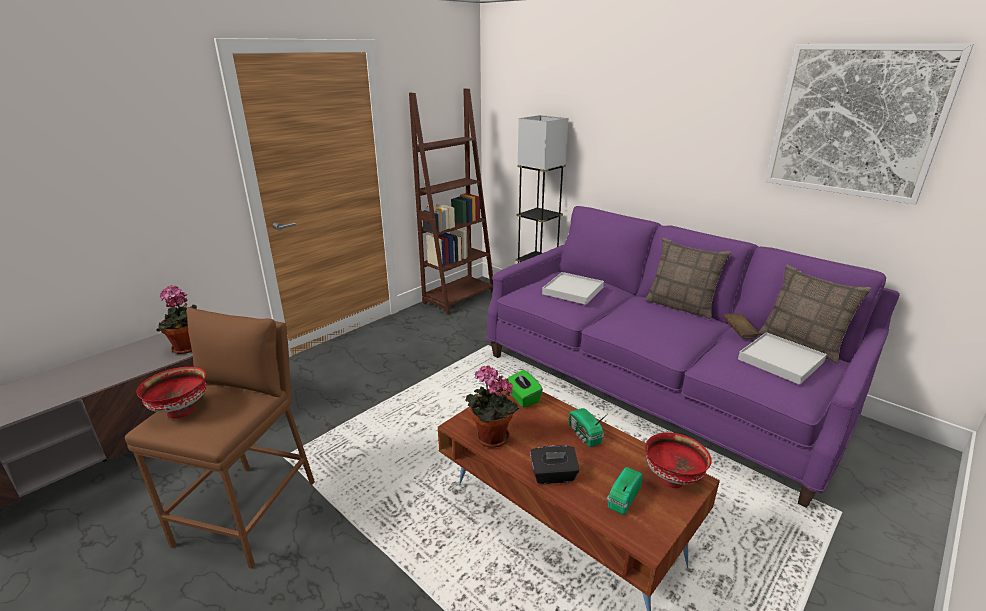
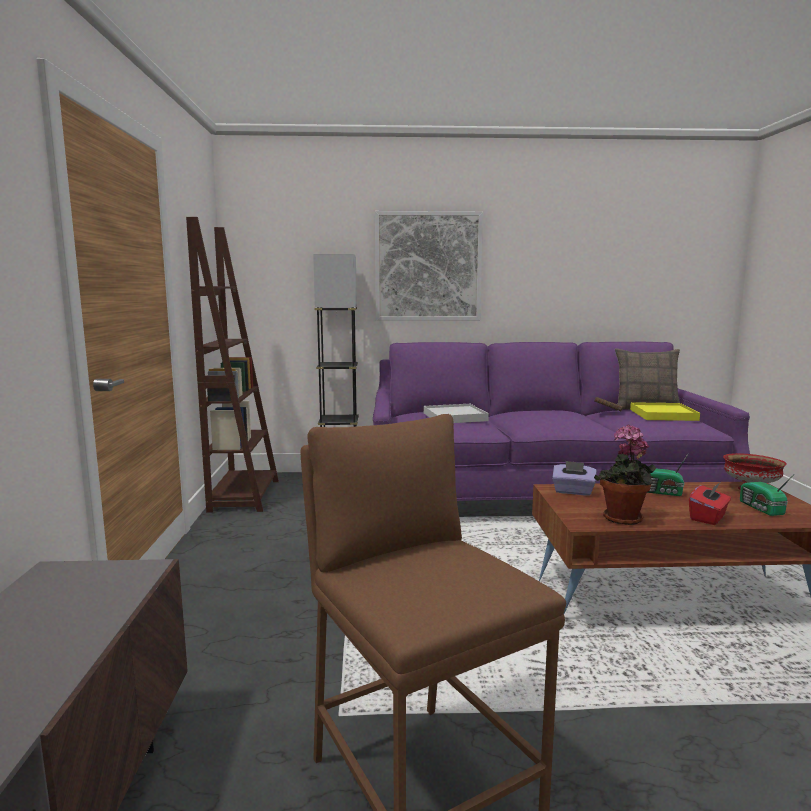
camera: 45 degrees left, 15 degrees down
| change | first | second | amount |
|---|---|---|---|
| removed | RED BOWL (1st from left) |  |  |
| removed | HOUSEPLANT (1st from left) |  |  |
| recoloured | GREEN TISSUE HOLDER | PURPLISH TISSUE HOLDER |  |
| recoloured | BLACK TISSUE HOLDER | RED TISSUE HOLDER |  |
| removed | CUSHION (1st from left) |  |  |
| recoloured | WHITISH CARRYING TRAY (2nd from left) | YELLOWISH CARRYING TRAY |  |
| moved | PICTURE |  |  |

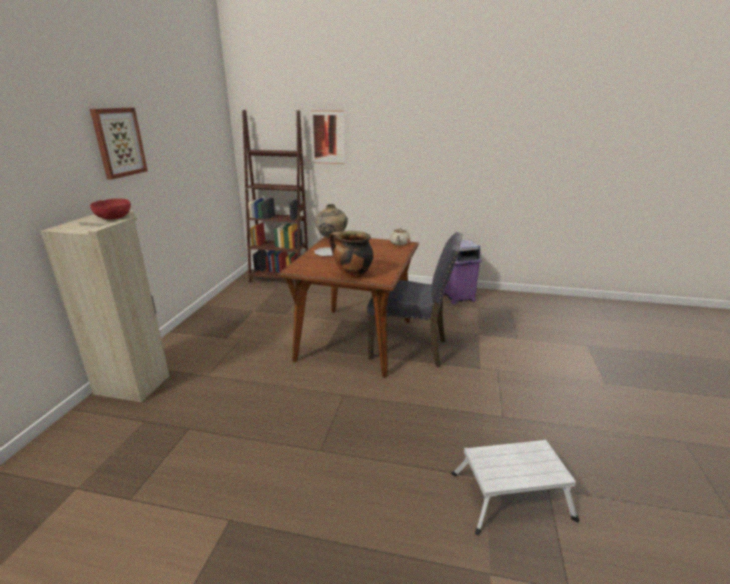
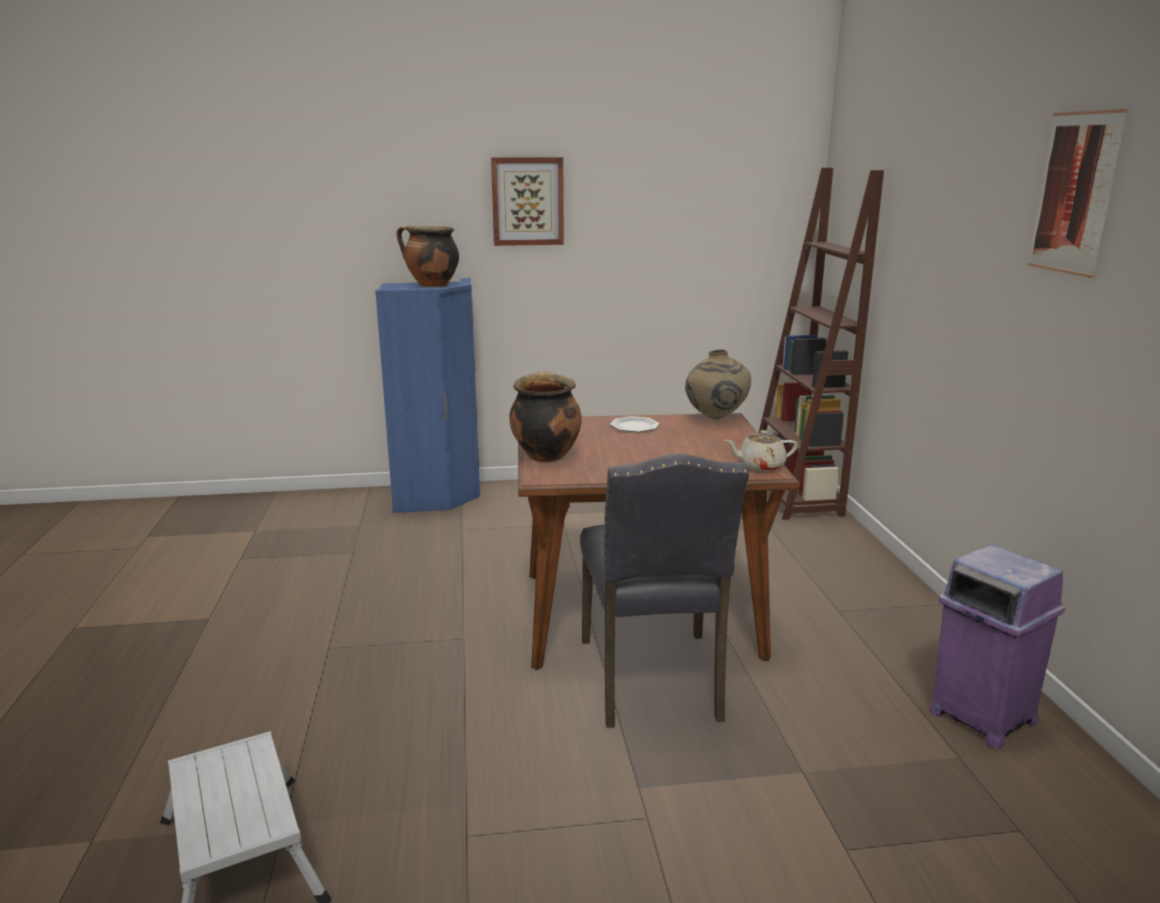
camera: 70 degrees right, 5 degrees down
| change | first | second | amount |
|---|---|---|---|
| recoloured | BEIGE-COLOURED CABINET | BLUE CABINET |  |
| replaced | RED BOWL | STOCKPOT (1st from left) |  |
| moved | PICTURE (2nd from left) |  |  |

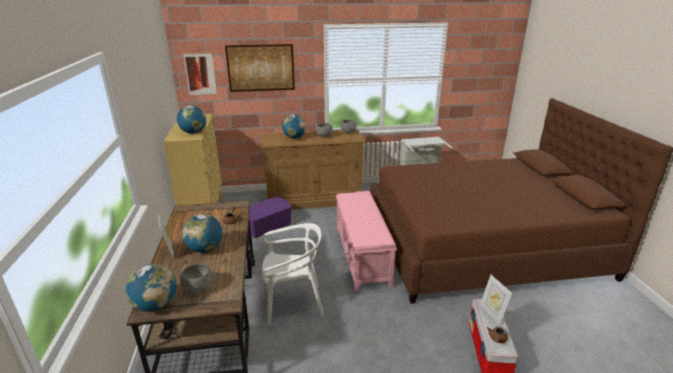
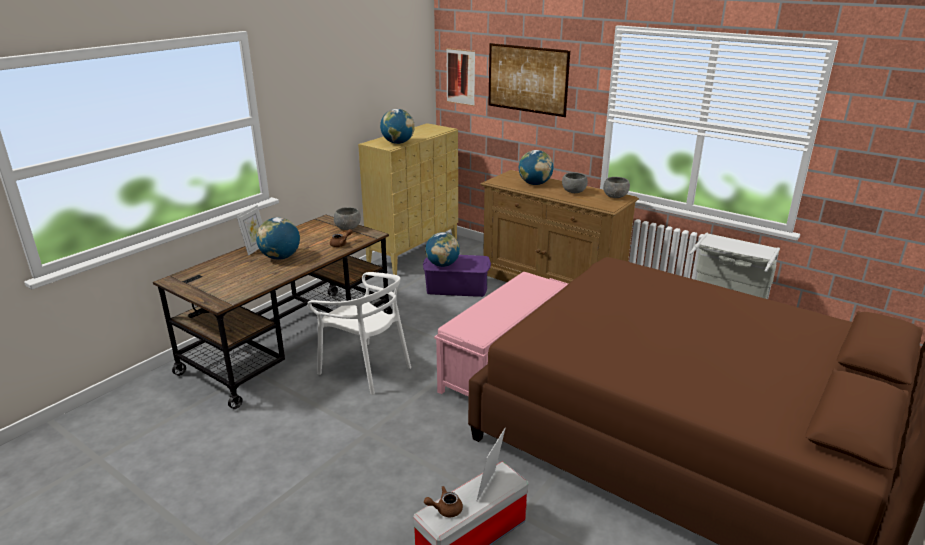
camera: 45 degrees right, 0 degrees up
| change | first | second | amount |
|---|---|---|---|
| moved | DESK GLOBE (1st from left in the first image) | DESK GLOBE (3rd from left) |  |
| moved | GRAY BOWL (1st from left) |  |  |

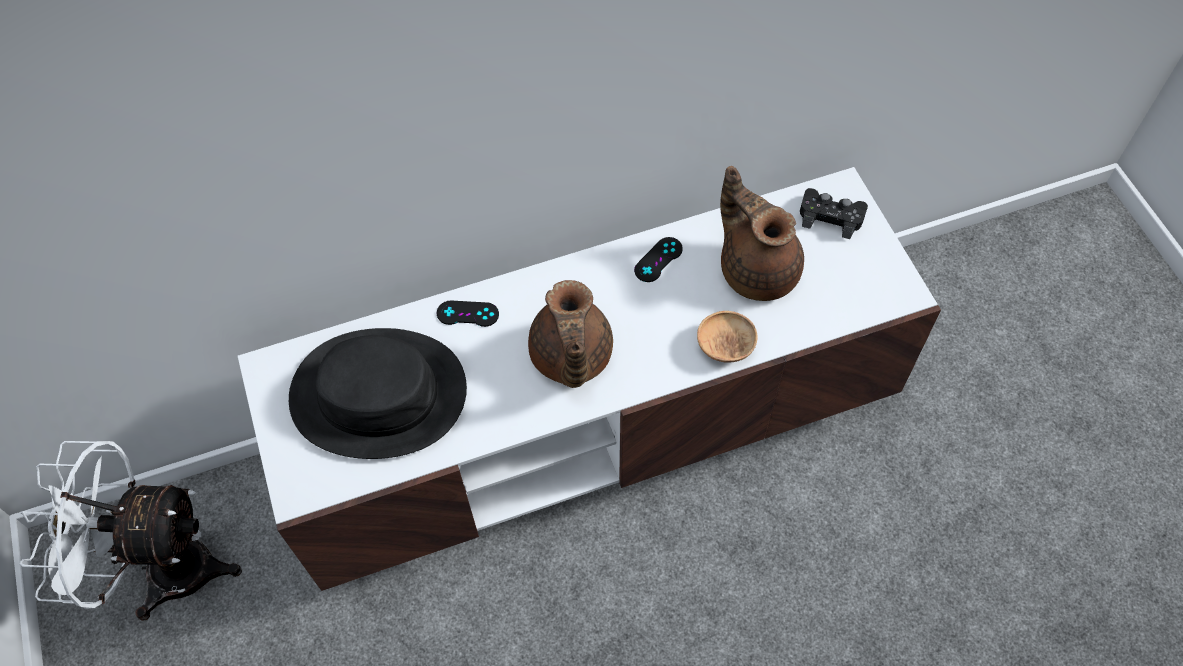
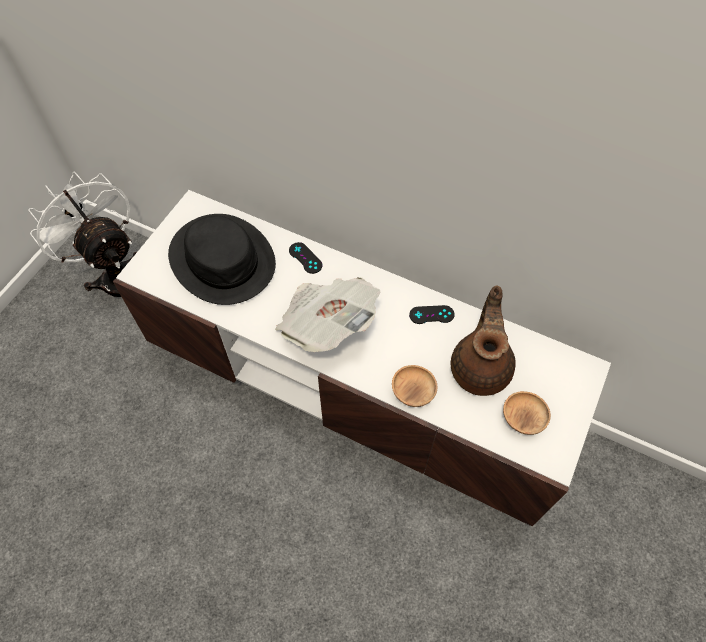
camera: 45 degrees right, 0 degrees up
| change | first | second | amount |
|---|---|---|---|
| replaced | BROWN-COLOURED TEA POT (1st from left) | NEWSPAPER |  |
| removed | BLACK JOYPAD (3rd from left) |  |  |
| added |  | BROWN-COLOURED BOWL (2nd from left) |  |

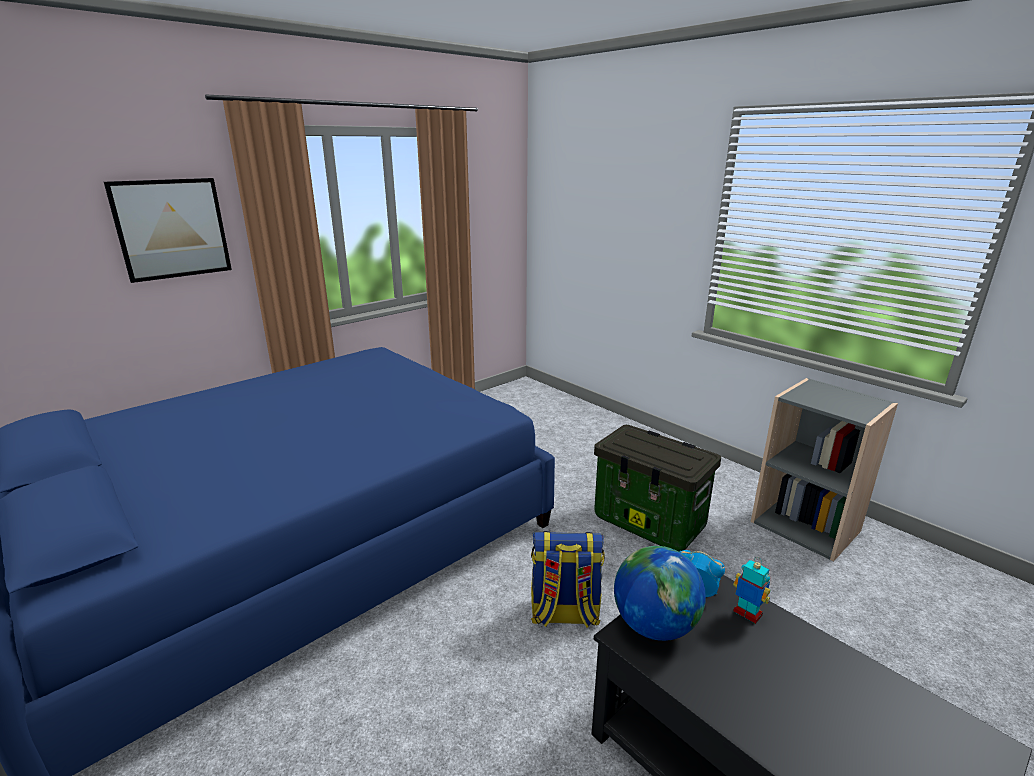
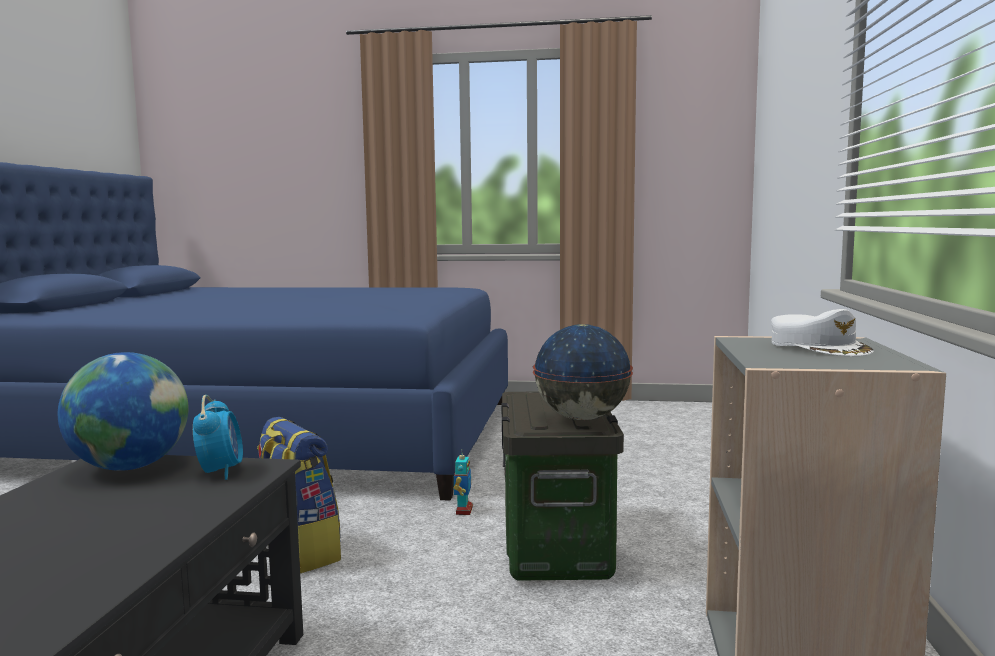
camera: 50 degrees right, 15 degrees down
| change | first | second | amount |
|---|---|---|---|
| removed | PICTURE |  |  |
| moved | TOY ROBOT |  |  |
| added |  | DESK GLOBE (2nd from left) |  |
| added |  | WHITISH BASEBALL CAP |  |

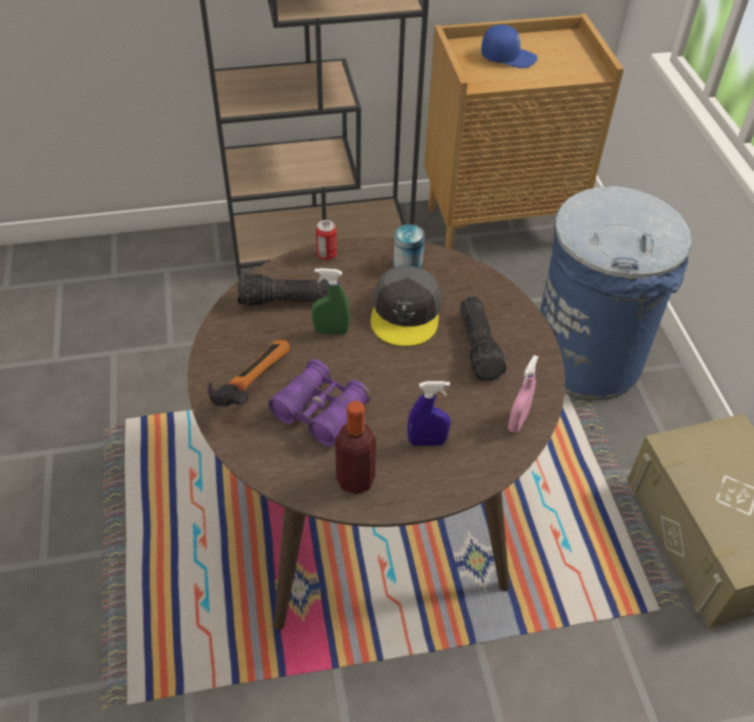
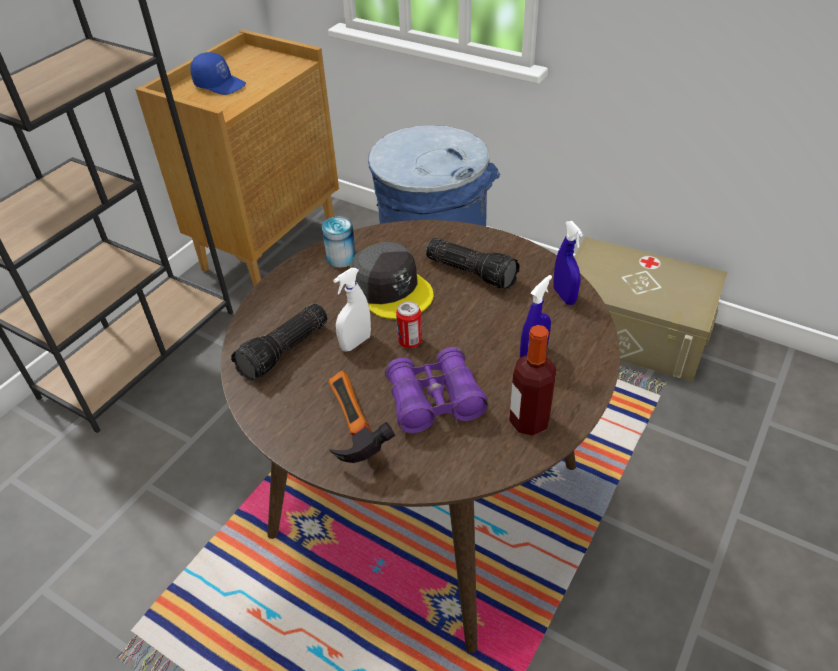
camera: 45 degrees left, 5 degrees down
| change | first | second | amount |
|---|---|---|---|
| recoloured | GREEN SPRAYER | WHITISH SPRAYER |  |
| moved | SEALED CAN (1st from left in the first image) | SEALED CAN (2nd from left) |  |
| turned | BLUE BASEBALL CAP |  | 60 degrees clockwise |
| recoloured | PINK-COLOURED SPRAYER | BLUE SPRAYER (2nd from left) |  |

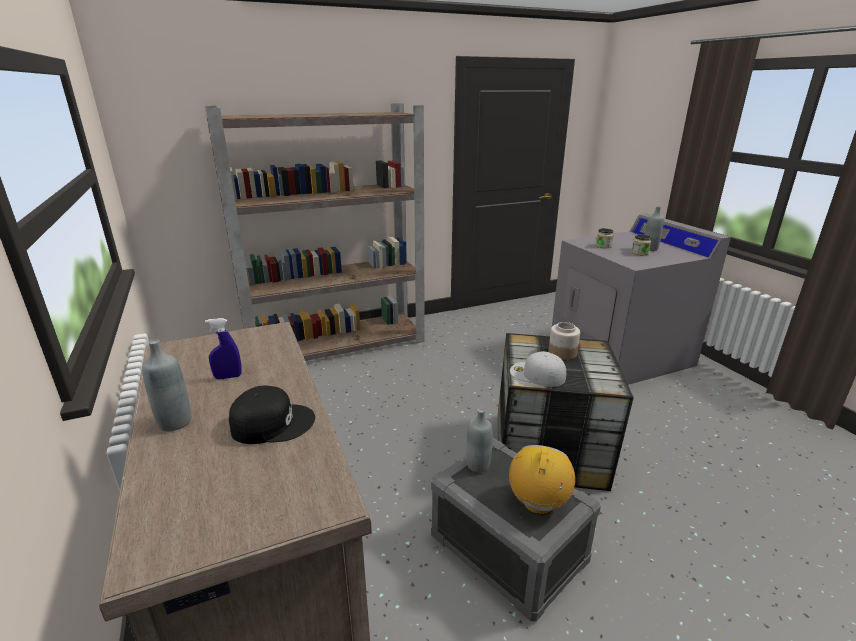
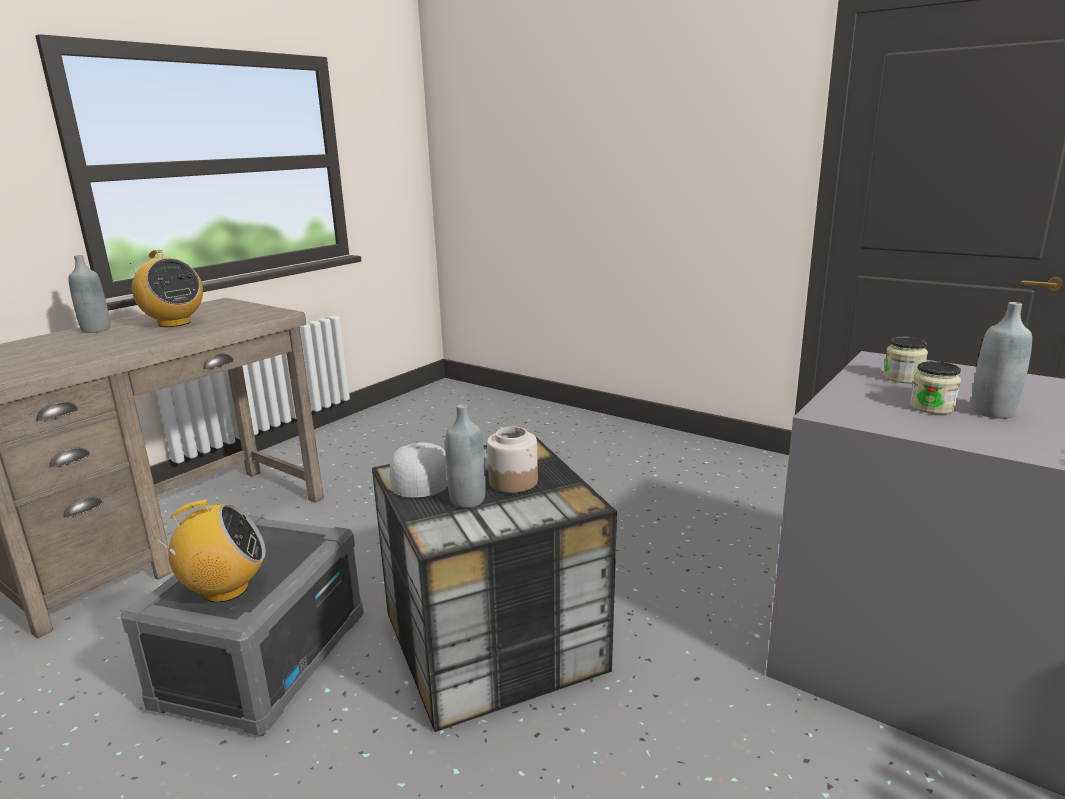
camera: 60 degrees right, 5 degrees down
| change | first | second | amount |
|---|---|---|---|
| removed | BROWN-COLOURED SHELVING UNIT |  |  |
| replaced | BLUE SPRAYER | RADIO (1st from left) |  |
| removed | BLACK BASEBALL CAP |  |  |
| moved | GRAY BEVERAGE BOTTLE (2nd from left) |  |  |

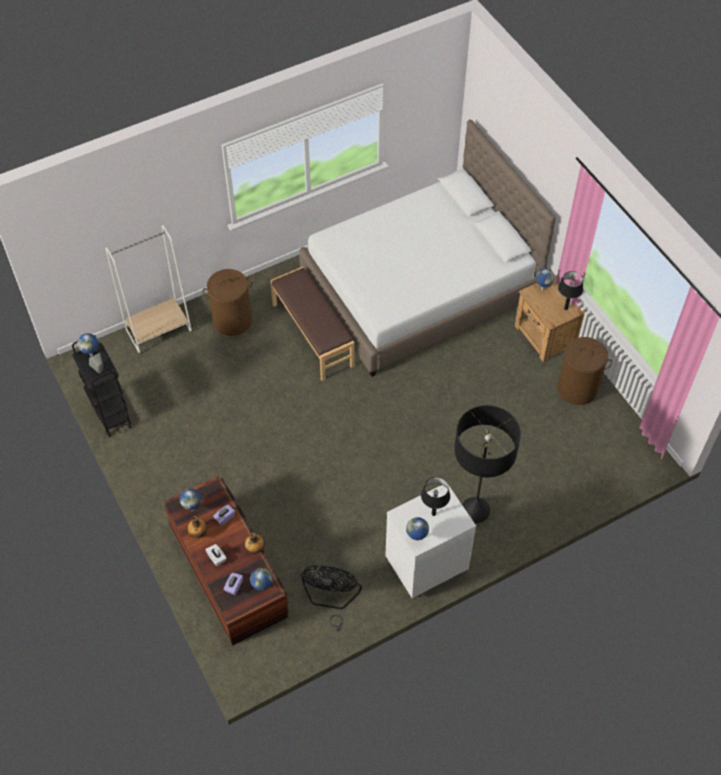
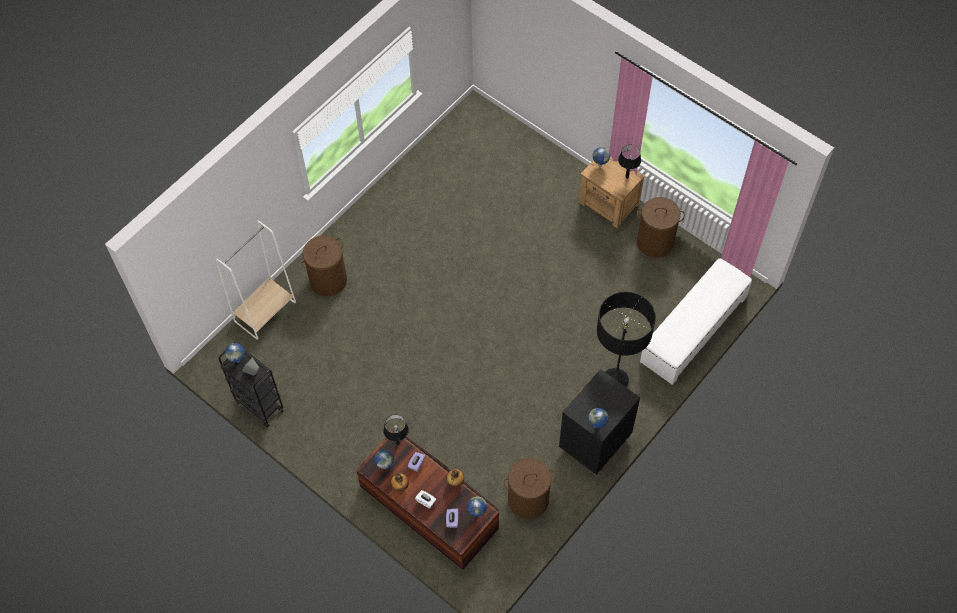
camera: 20 degrees left, 5 degrees up
| change | first | second | amount |
|---|---|---|---|
| removed | BROWN-COLOURED INDOOR BENCH |  |  |
| removed | WHITISH BEDROOM BED |  |  |
| replaced | BLACK ELECTRIC FAN | BROWN-COLOURED HAMPER (2nd from left) |  |
| recoloured | WHITISH CHEST OF DRAWERS | BLACK CHEST OF DRAWERS |  |
| moved | BLACK LAMP FOR A TABLE (1st from left) |  |  |
| added |  | WHITISH INDOOR BENCH |  |

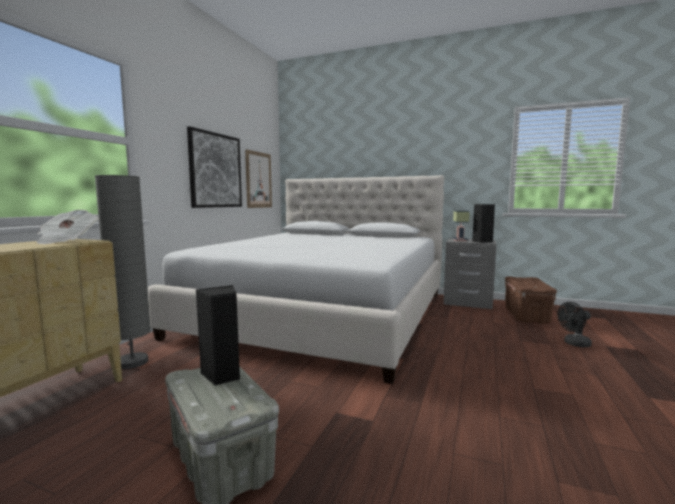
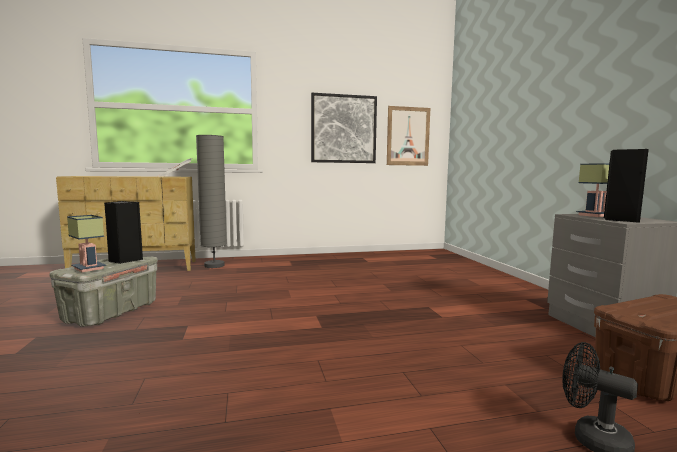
camera: 55 degrees right, 0 degrees up
| change | first | second | amount |
|---|---|---|---|
| removed | WHITISH BEDROOM BED |  |  |
| added |  | LAMP FOR A TABLE (1st from left) |  |

